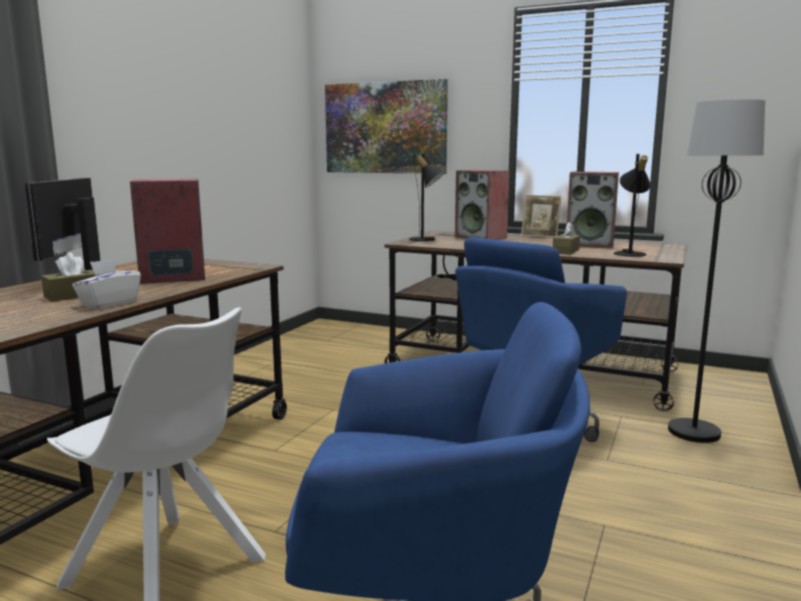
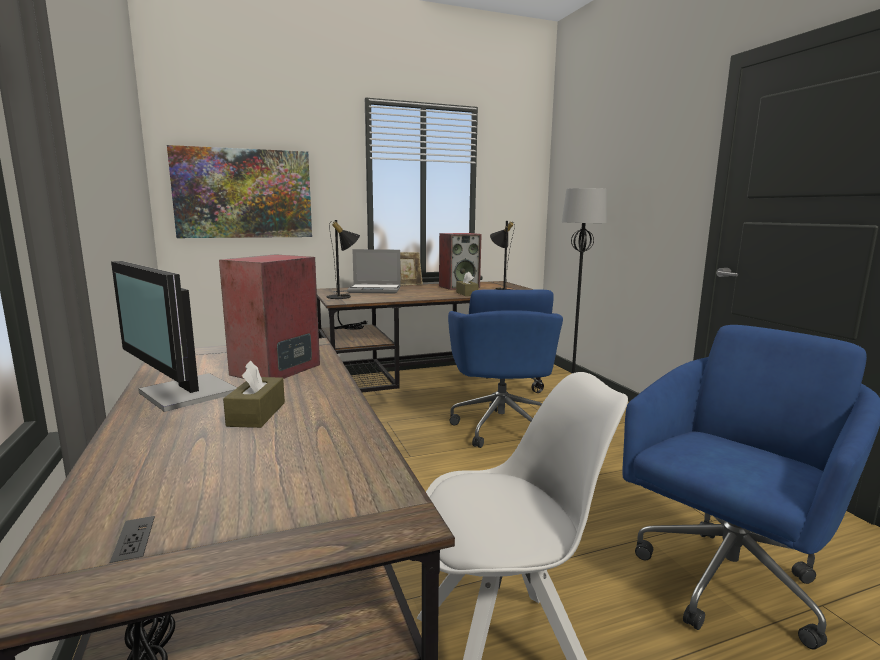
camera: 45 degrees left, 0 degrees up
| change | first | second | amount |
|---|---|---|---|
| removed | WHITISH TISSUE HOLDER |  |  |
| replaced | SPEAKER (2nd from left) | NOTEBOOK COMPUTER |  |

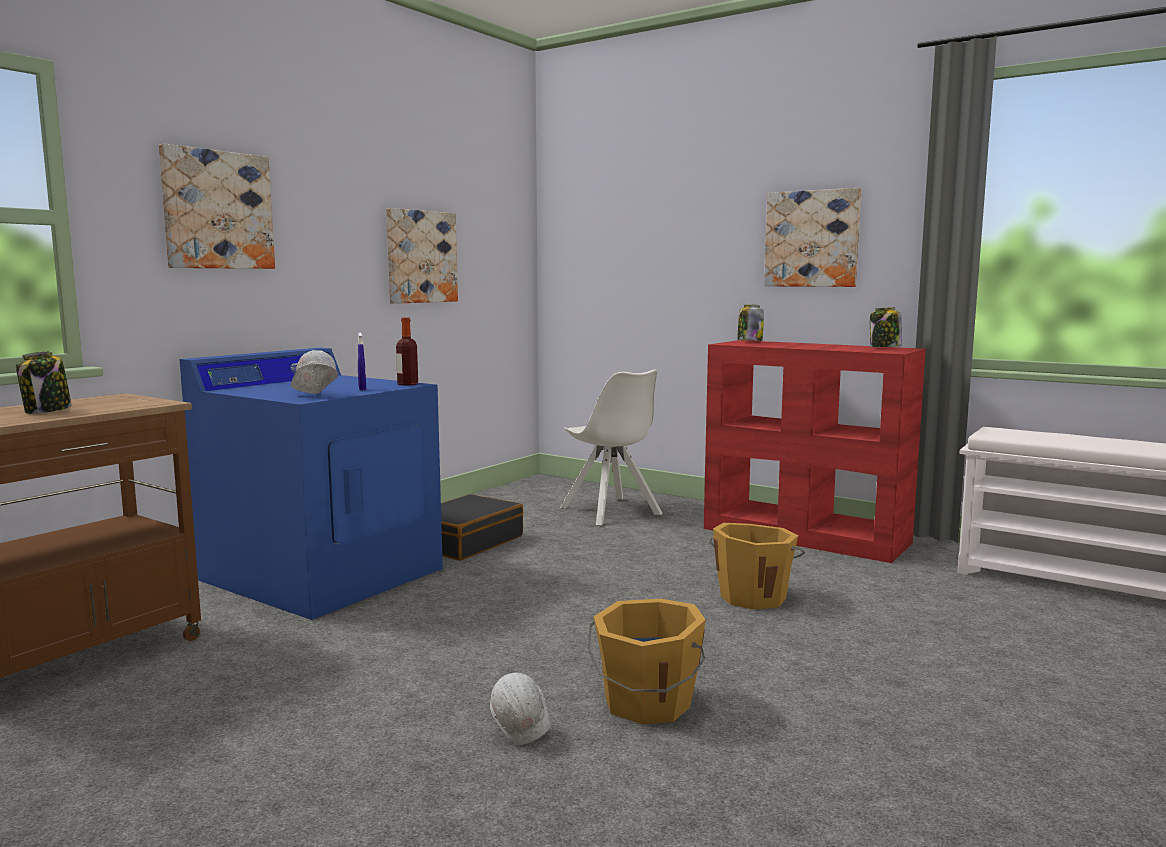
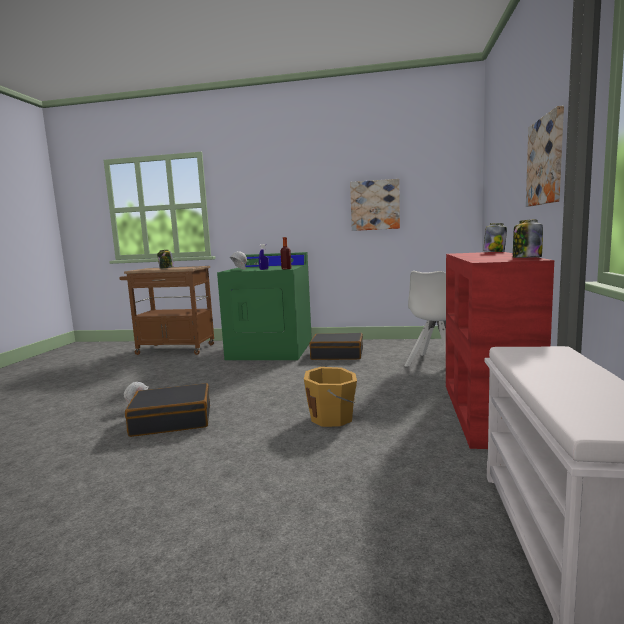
camera: 65 degrees right, 0 degrees up
| change | first | second | amount |
|---|---|---|---|
| removed | PICTURE (1st from left) |  |  |
| recoloured | BLUE LAUNDRY MACHINE | GREEN LAUNDRY MACHINE |  |
| replaced | ORANGE-COLOURED PAIL (1st from left) | BLACK TRAVEL CASE (1st from left) |  |

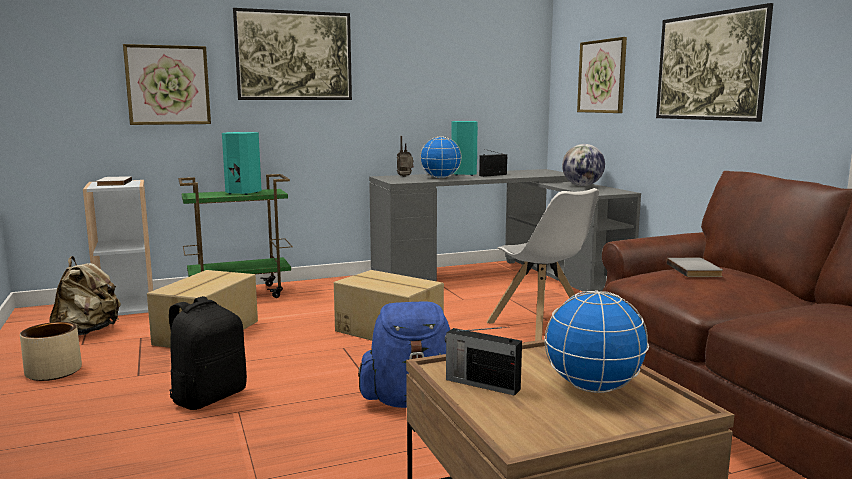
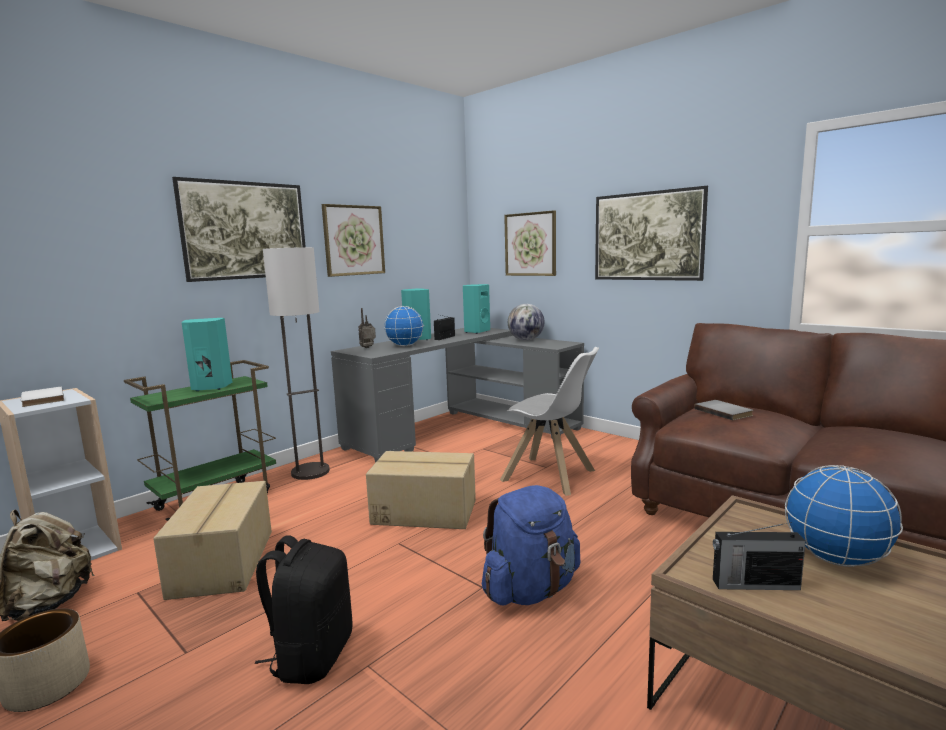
camera: 25 degrees left, 0 degrees up
| change | first | second | amount |
|---|---|---|---|
| moved | PICTURE (1st from left in the first image) | PICTURE (2nd from left) |  |
| added |  | STANDARD LAMP |  |
| added |  | TURQUOISE-COLOURED SPEAKER (3rd from left) |  |

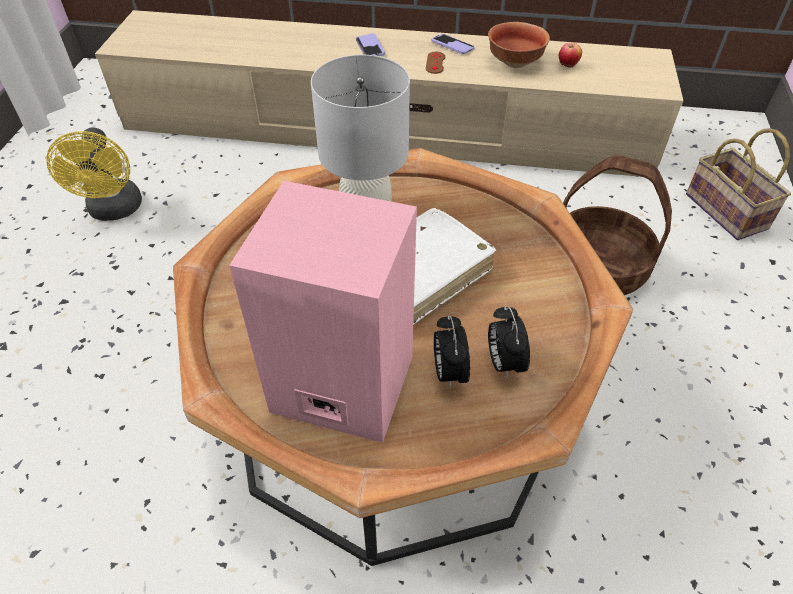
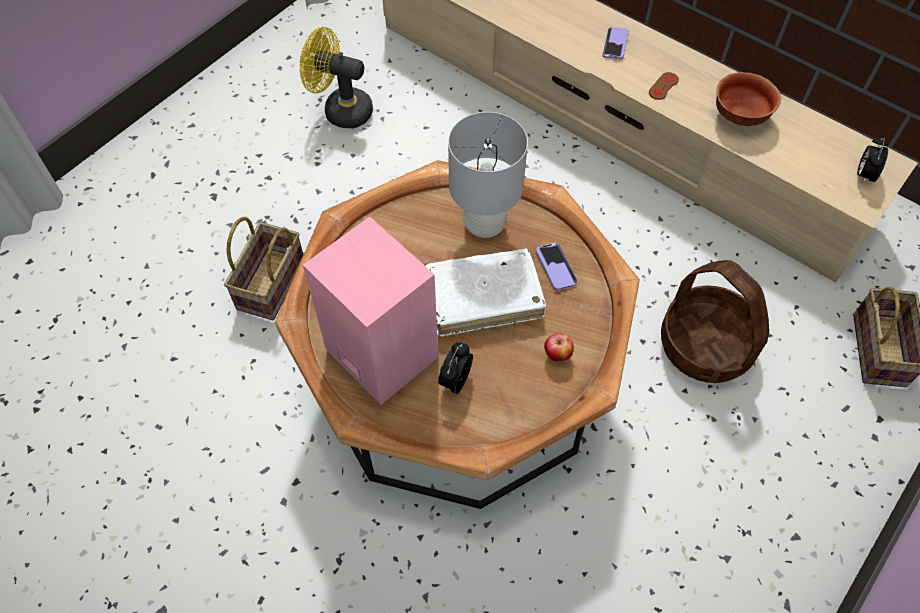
camera: 30 degrees right, 10 degrees up
| change | first | second | amount |
|---|---|---|---|
| turned | YELLOWISH ELECTRIC FAN |  | 90 degrees clockwise |
| moved | HANDSET (2nd from left in the first image) | HANDSET (1st from left) |  |
| moved | ALARM CLOCK (2nd from left) |  |  |
| moved | APPLE |  |  |
| added |  | STORAGE BASKET (1st from left) |  |

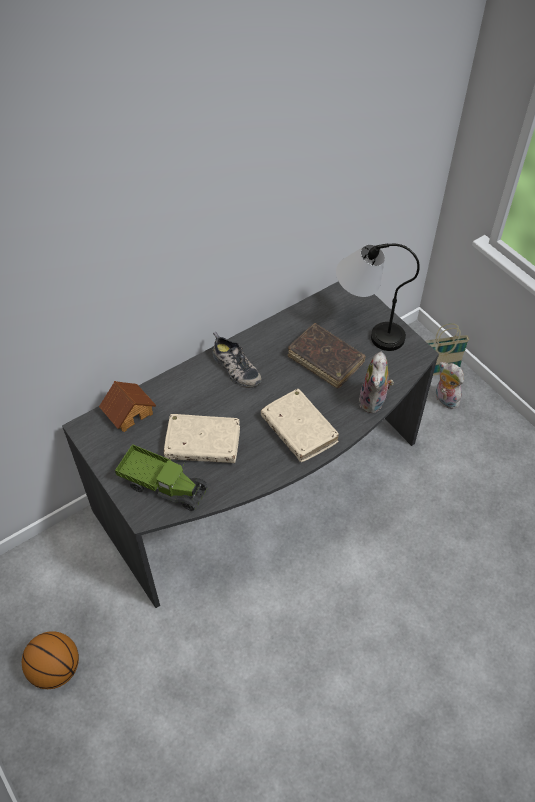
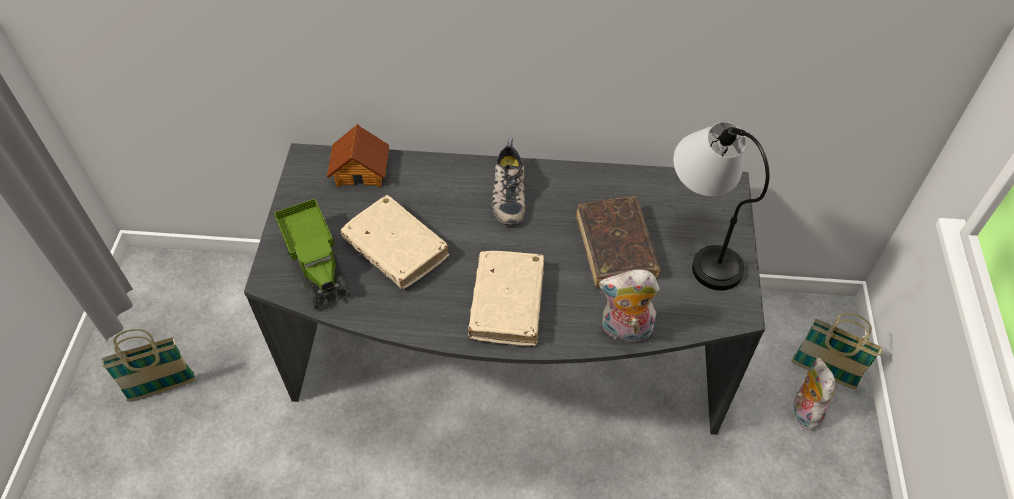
camera: 40 degrees right, 0 degrees up
| change | first | second | amount |
|---|---|---|---|
| replaced | BASKETBALL BALL | STORAGE BASKET (1st from left) |  |
| turned | PLUSH TOY (1st from left) |  | 45 degrees clockwise |

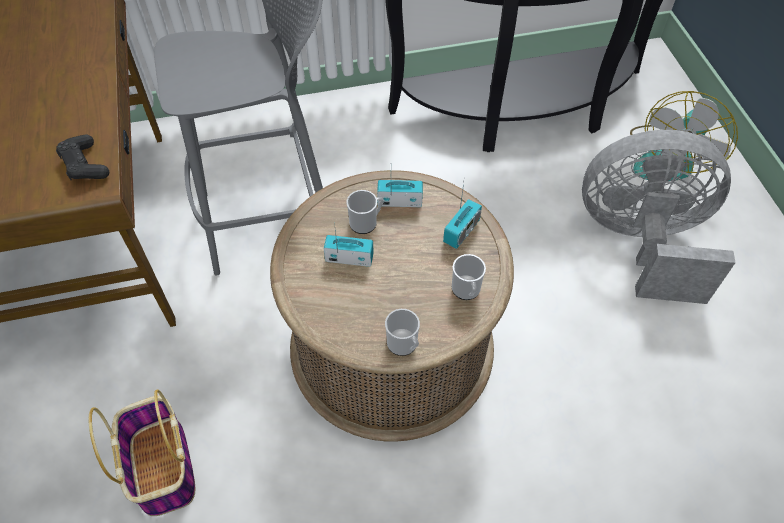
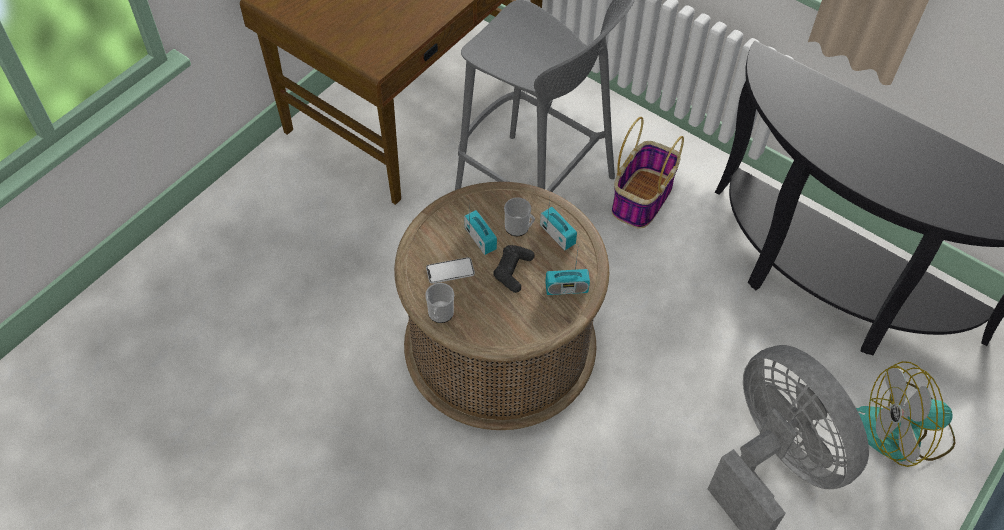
camera: 50 degrees right, 0 degrees up
| change | first | second | amount |
|---|---|---|---|
| moved | BLACK JOYPAD |  |  |
| moved | STORAGE BASKET |  |  |
| removed | TEA MUG (3rd from left) |  |  |
| added |  | HANDSET |  |

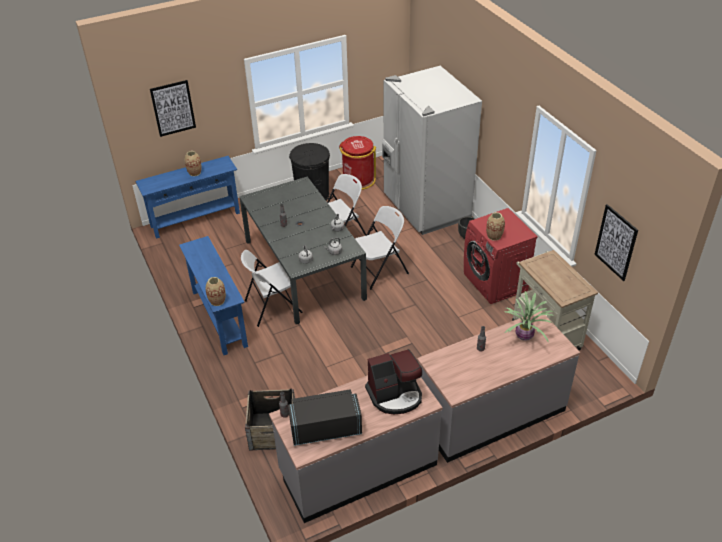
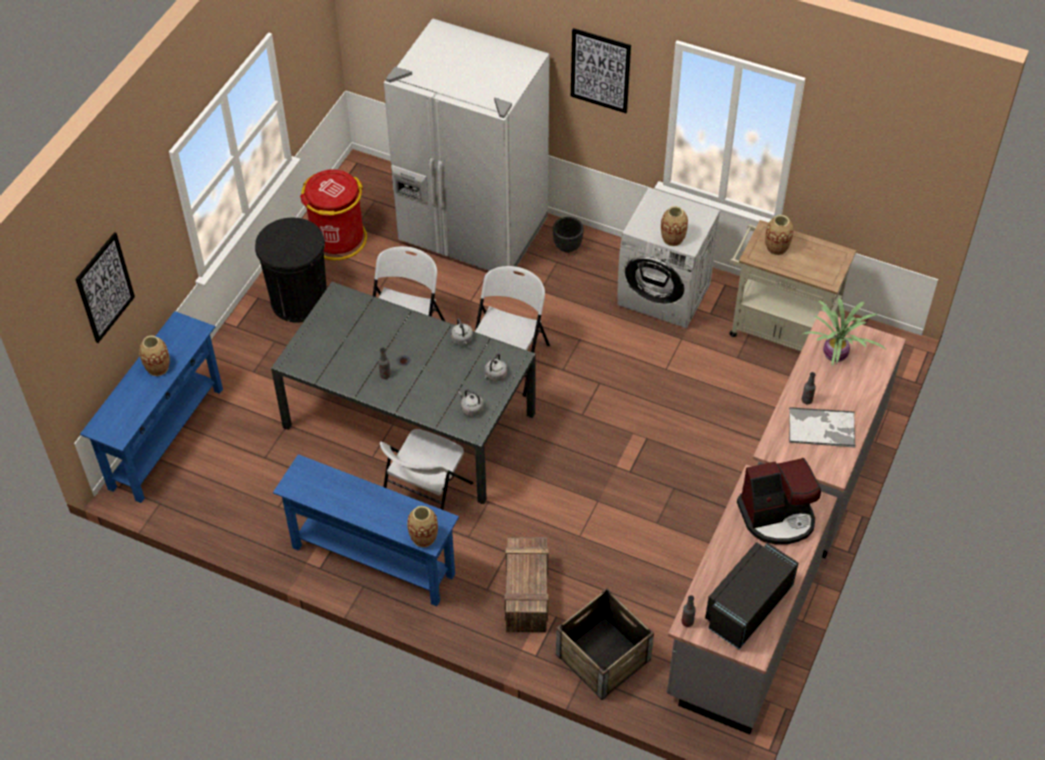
camera: 40 degrees left, 10 degrees up
| change | first | second | amount |
|---|---|---|---|
| turned | COFFEE BREWER |  | 45 degrees clockwise |
| recoloured | RED LAUNDRY MACHINE | WHITISH LAUNDRY MACHINE |  |
| moved | PICTURE (2nd from left) |  |  |
| added |  | CRATE (1st from left) |  |
| added |  | DECORATIVE VASE (4th from left) |  |
| added |  | CARRYING TRAY |  |

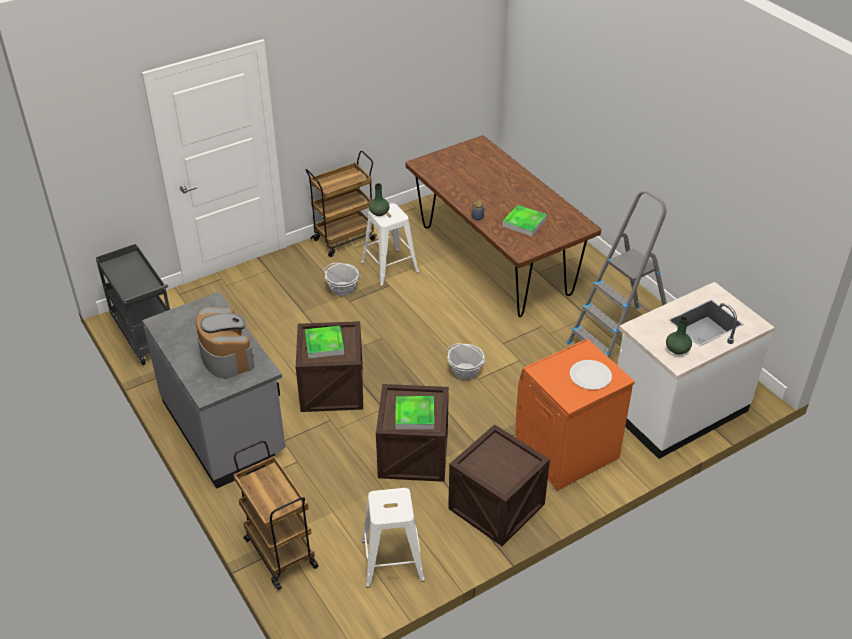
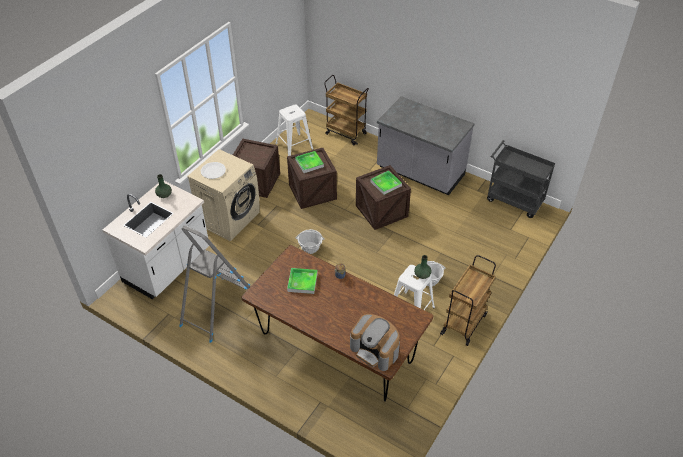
camera: 155 degrees right, 5 degrees up
| change | first | second | amount |
|---|---|---|---|
| moved | COFFEE BREWER |  |  |
| recoloured | ORANGE-COLOURED LAUNDRY MACHINE | BEIGE-COLOURED LAUNDRY MACHINE |  |

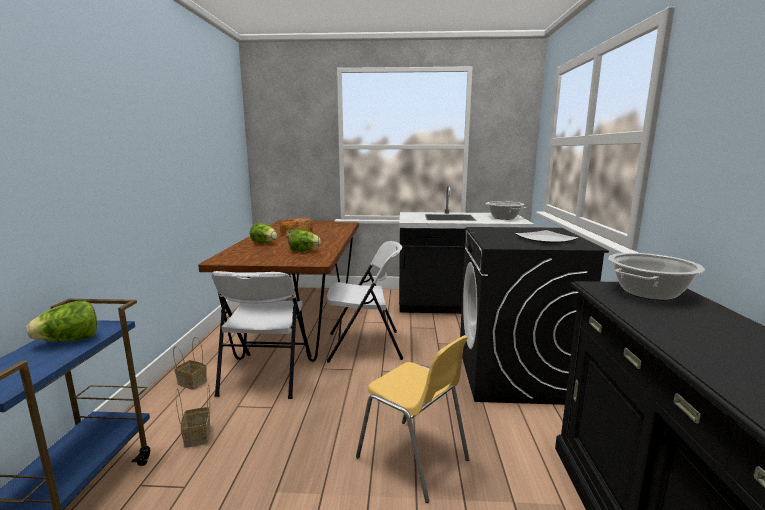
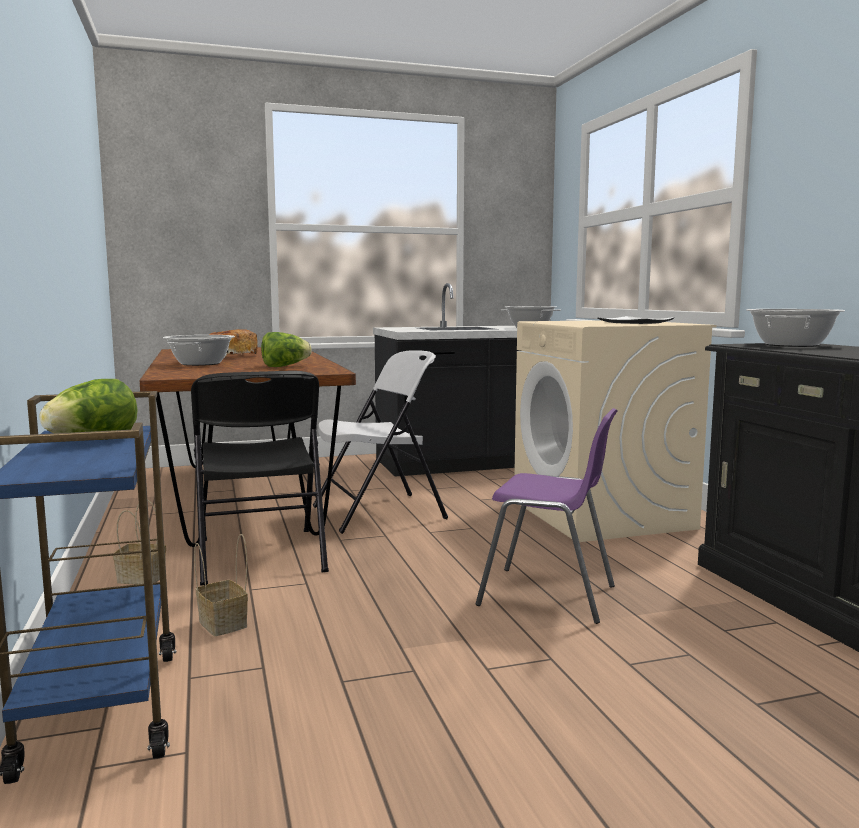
camera: 20 degrees left, 5 degrees down
| change | first | second | amount |
|---|---|---|---|
| recoloured | WHITISH PLAIN CHAIR (1st from left) | BLACK PLAIN CHAIR |  |
| replaced | LETTUCE (2nd from left) | STOCKPOT (1st from left) |  |
| recoloured | YELLOWISH PLAIN CHAIR | PURPLISH PLAIN CHAIR |  |
| recoloured | BLACK LAUNDRY MACHINE | BEIGE-COLOURED LAUNDRY MACHINE |  |

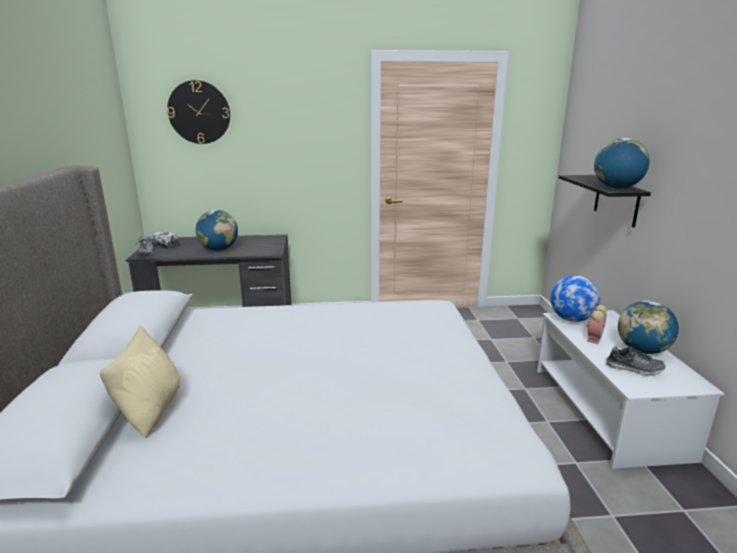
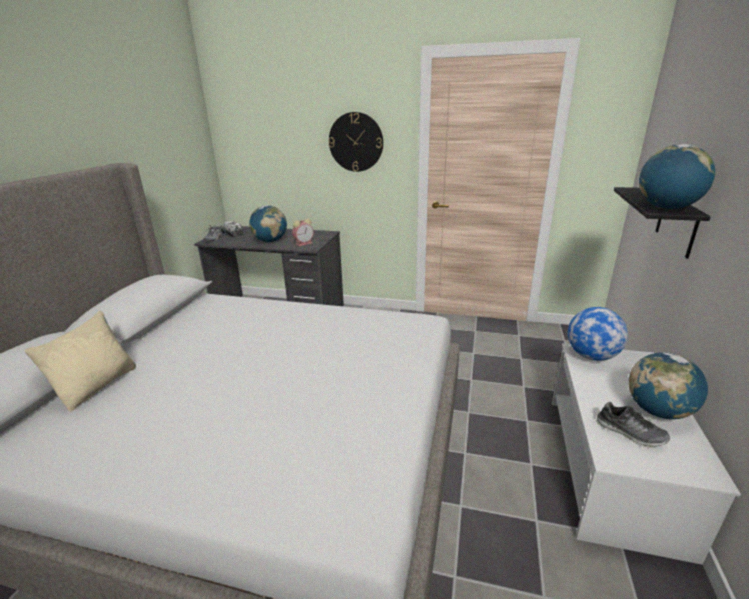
camera: 20 degrees right, 5 degrees up
| change | first | second | amount |
|---|---|---|---|
| moved | WALL CLOCK |  |  |
| moved | ALARM CLOCK |  |  |

